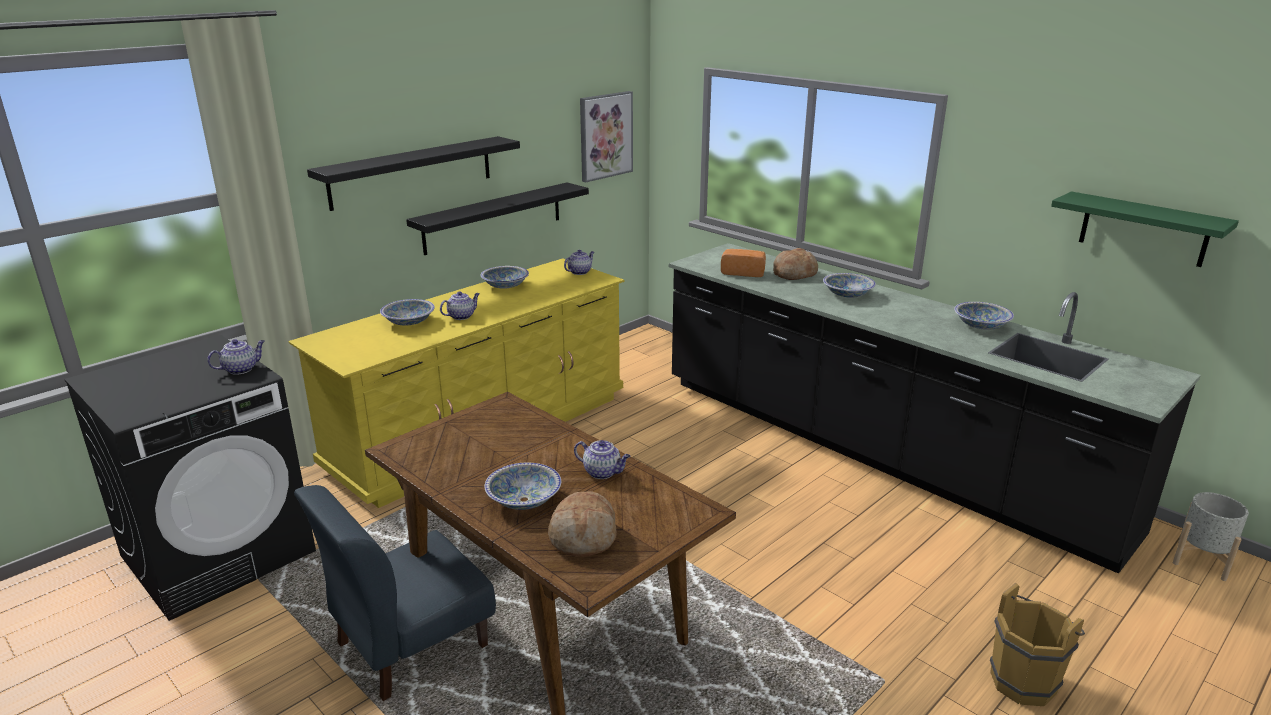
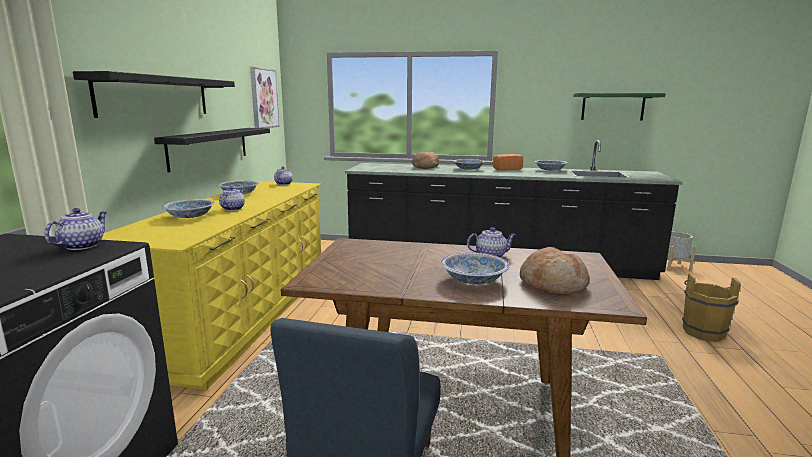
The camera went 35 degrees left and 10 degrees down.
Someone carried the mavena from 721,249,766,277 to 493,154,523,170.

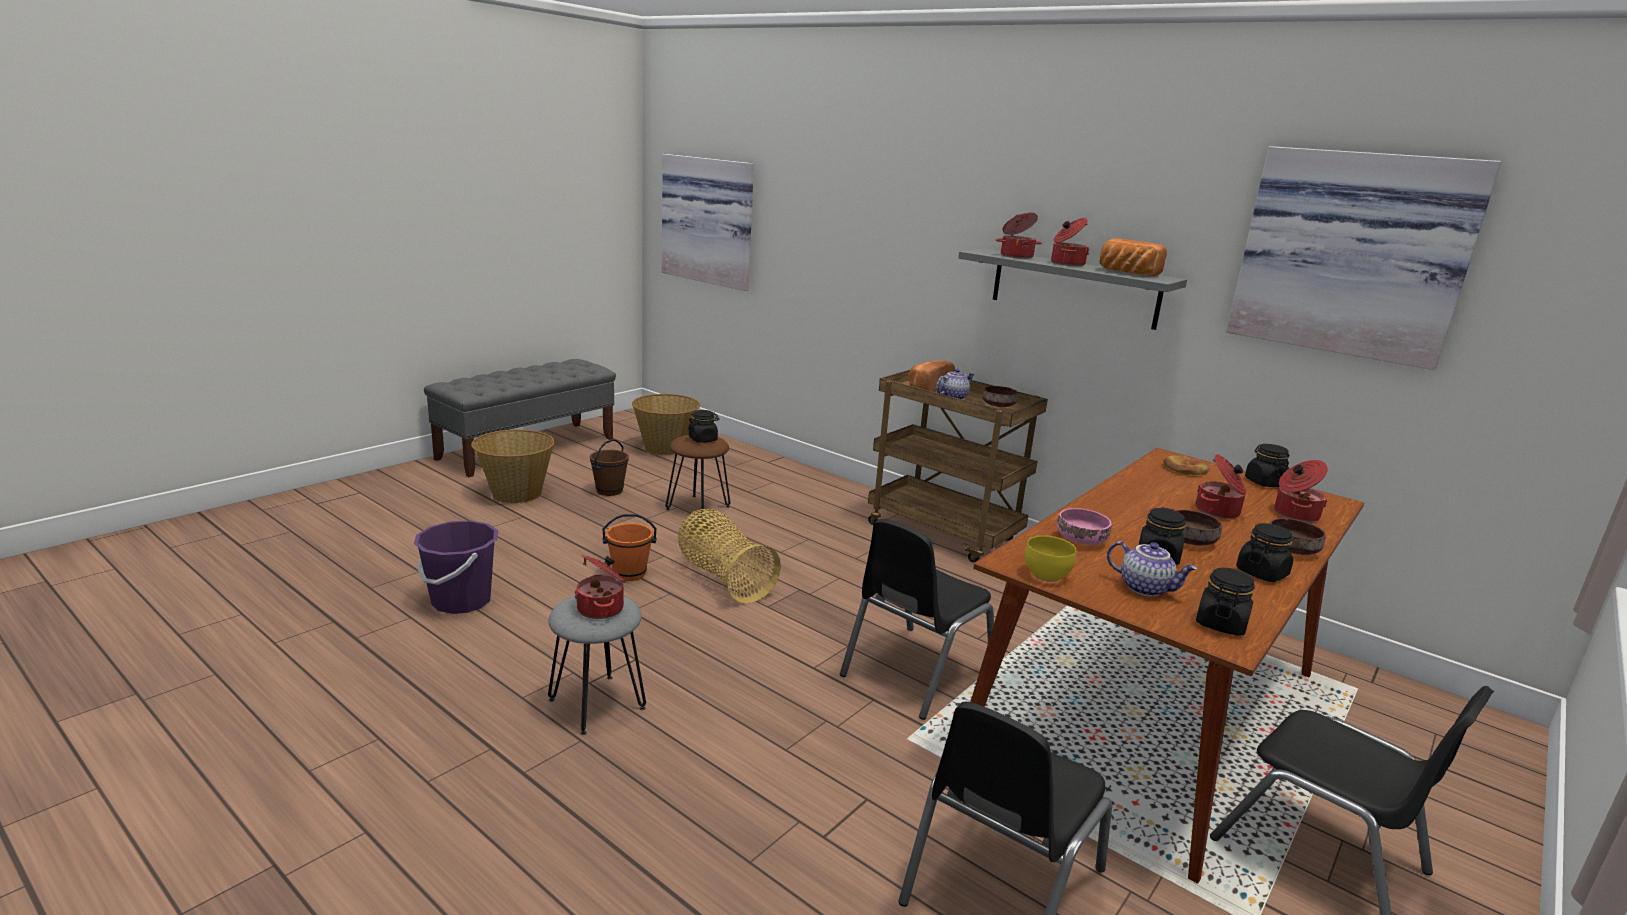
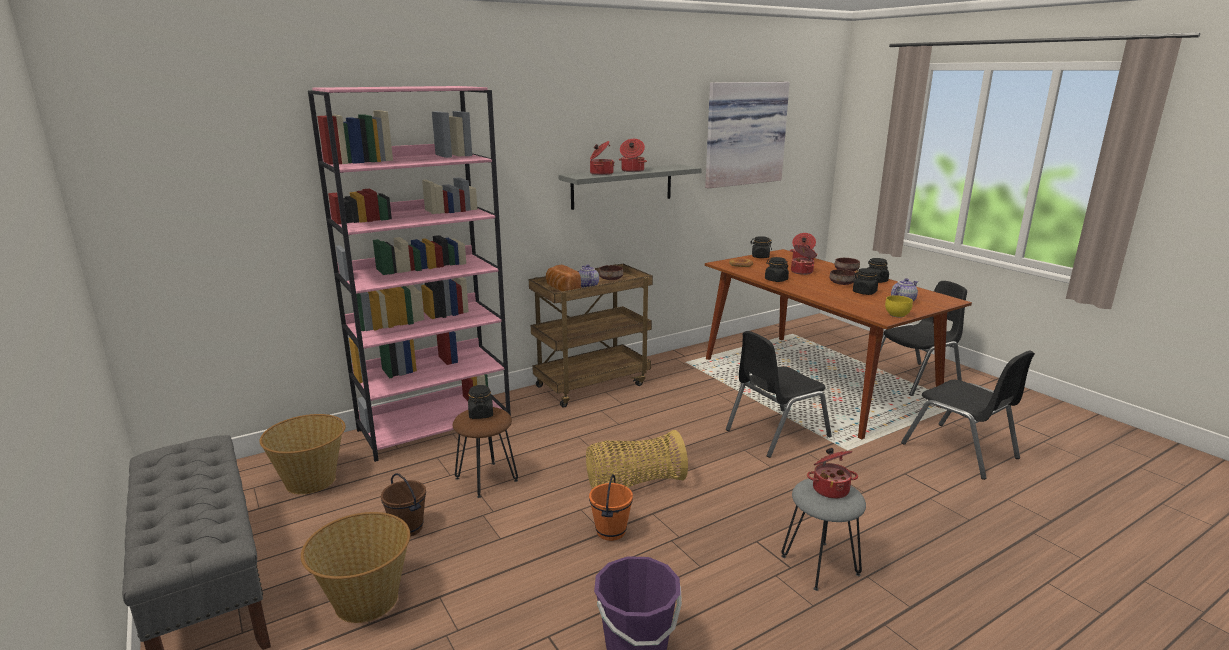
The camera went 70 degrees left and 0 degrees up.
Someone put down the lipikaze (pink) at 308,86,511,462.
Someone rotated the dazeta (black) at 840,519,994,720 by 90 degrees clockwise.
Someone carried the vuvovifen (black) from 1196,568,1255,636 to 765,257,789,282.
Someone took away the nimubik at 662,154,754,291.
Someone took away the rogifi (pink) at 1057,508,1112,545.
Someone took away the mavena at 1100,238,1167,276.

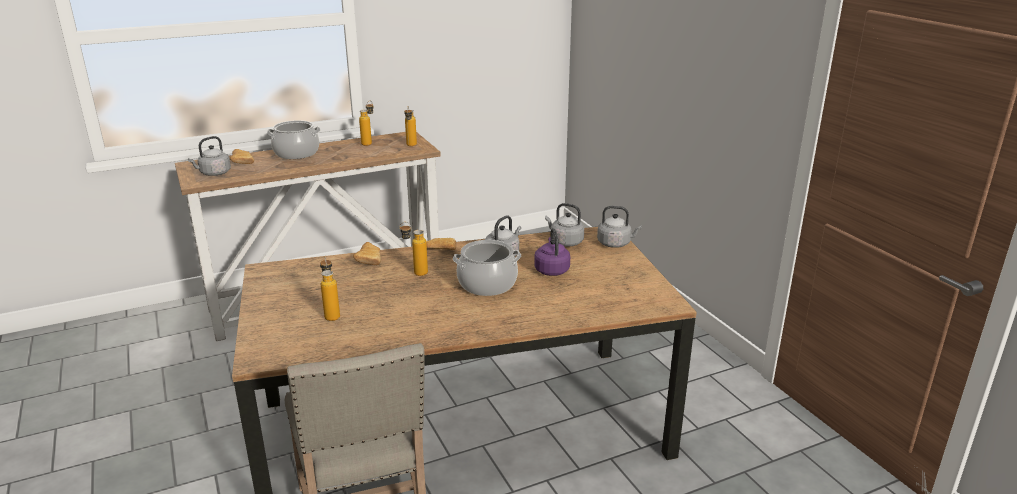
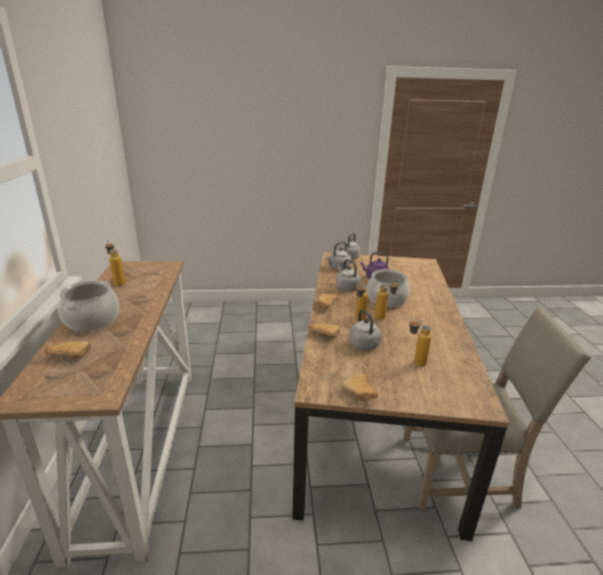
The camera went 70 degrees left and 0 degrees up.
Someone put down the mavena at 341,373,378,401.
Someone carried the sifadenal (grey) from 188,136,231,176 to 349,309,381,350.
Someone carried the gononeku from 404,106,417,146 to 375,281,399,320.

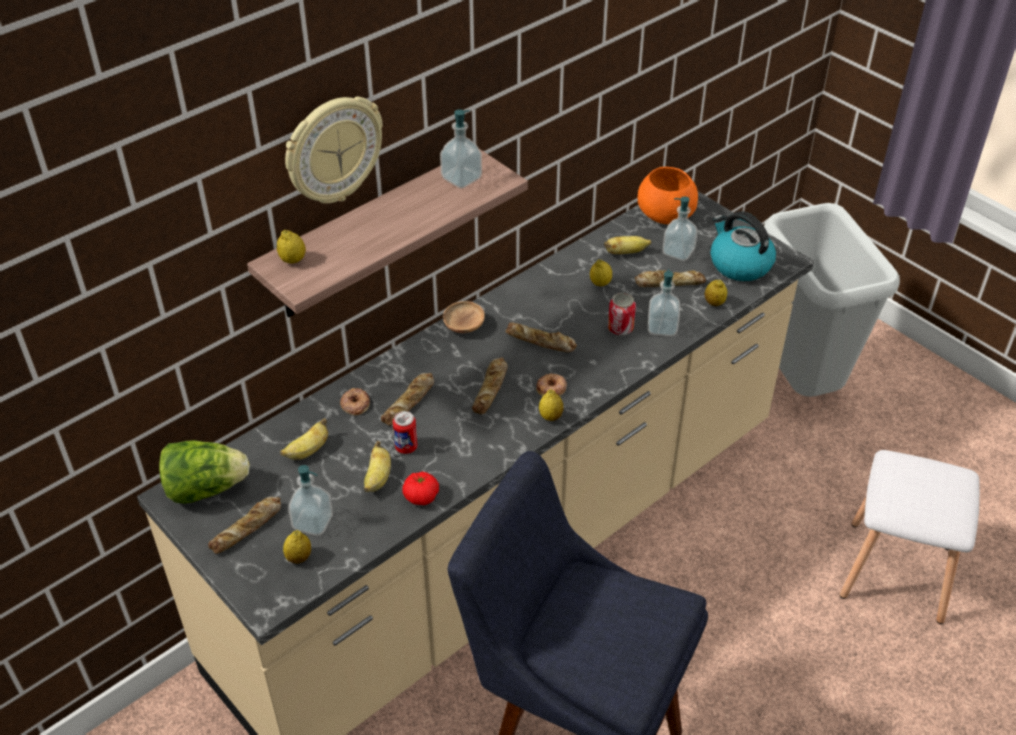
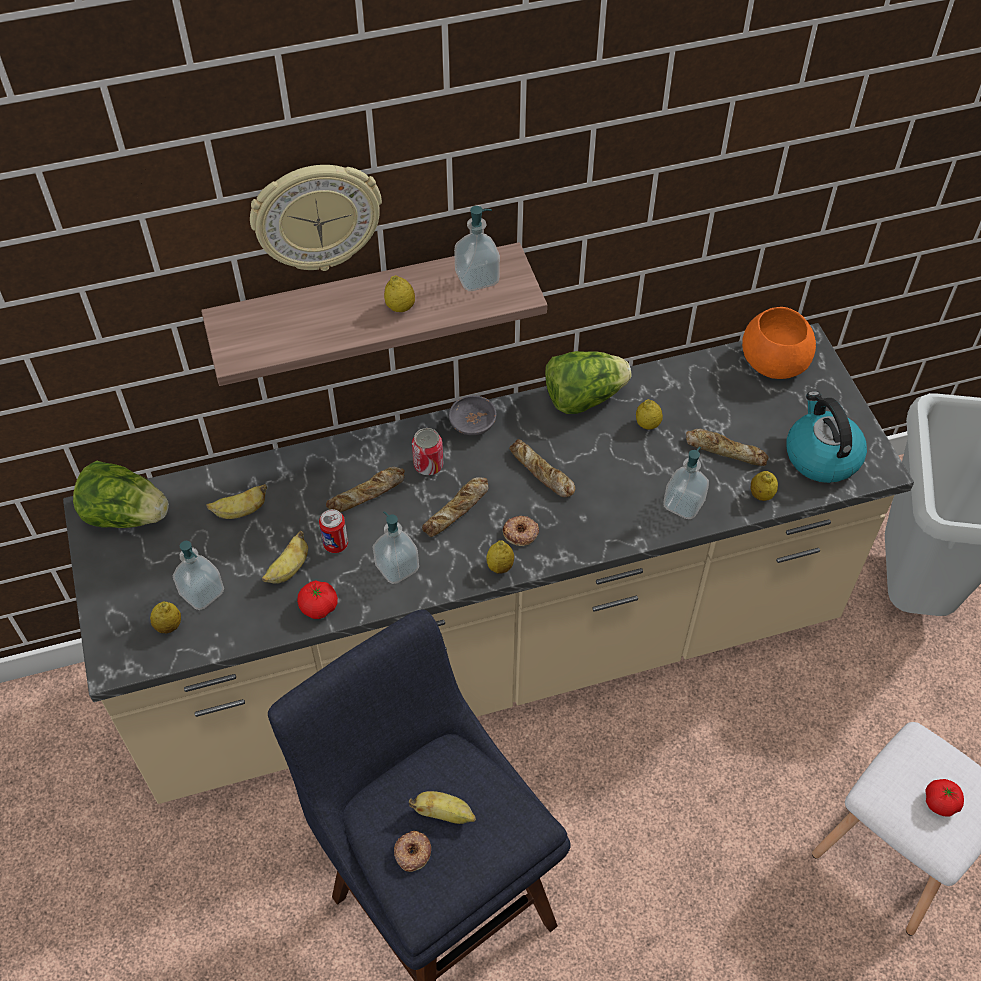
The camera went 25 degrees right and 10 degrees up.
Someone carried the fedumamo from 663,197,697,261 to 372,511,419,584.
Someone carried the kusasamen from 277,230,306,264 to 384,275,415,312.
Someone carried the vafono from 340,388,370,416 to 394,831,431,872.
Someone carried the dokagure from 604,236,651,254 to 409,791,476,824.
Someone carried the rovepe from 608,292,636,336 to 412,428,443,475.
Someone repainted the rogifi (brown) at 443,301,485,333, which became the rogifi (grey) at 449,396,496,435.
Someone put down the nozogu at 545,351,631,414.
Someone put down the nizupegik at 925,779,964,817.
Someone took away the mavena at 208,497,281,554.

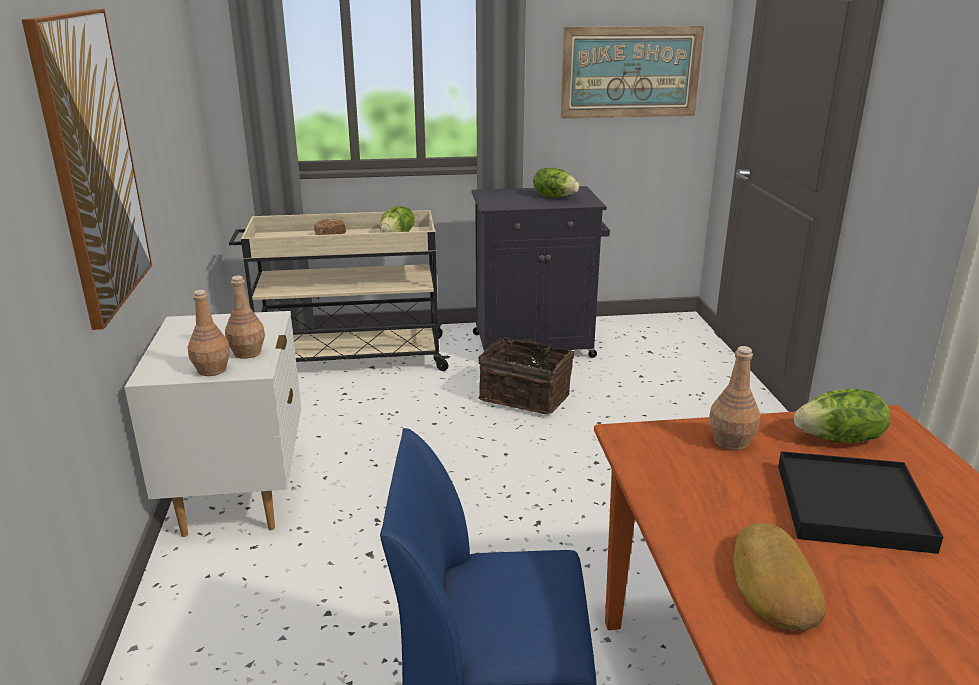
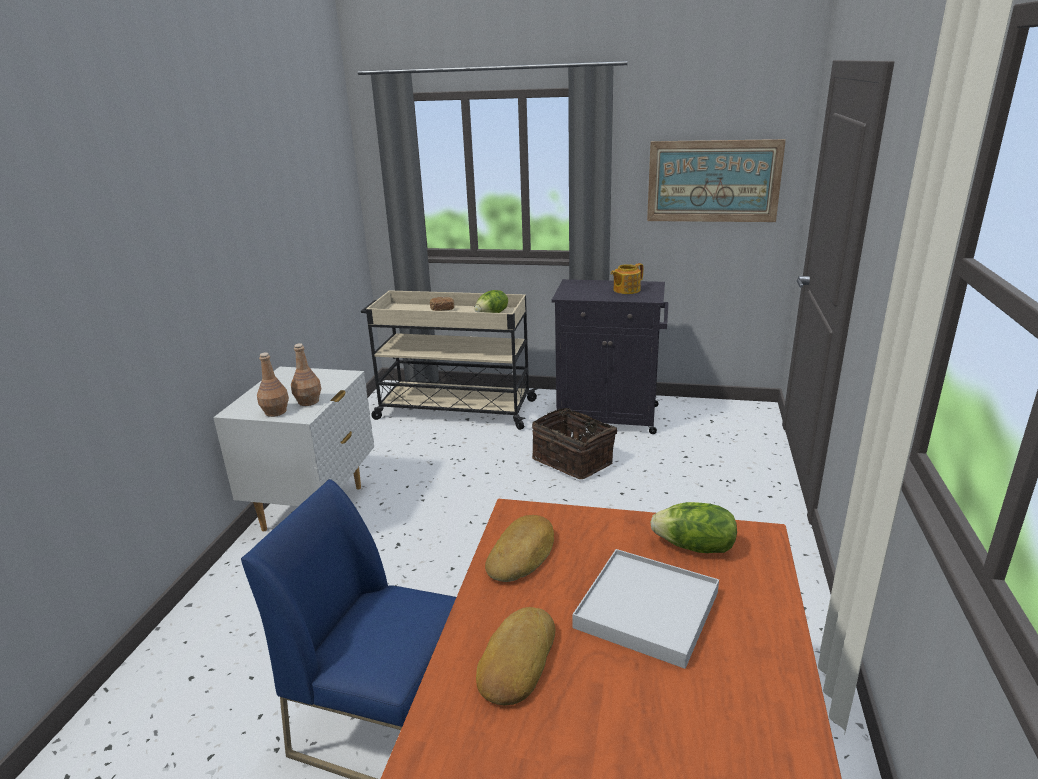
The camera went 20 degrees right and 0 degrees up.
Someone put down the mavena at 485,515,554,582.
Someone repainted the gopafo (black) at 778,451,943,554, which became the gopafo (white) at 573,549,719,669.
Someone swapped the nozogu at 533,168,579,198 for the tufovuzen at 611,263,643,294.
Someone took away the nimubik at 22,9,152,330.
Someone took away the gononeku (brown) at 709,346,760,450.

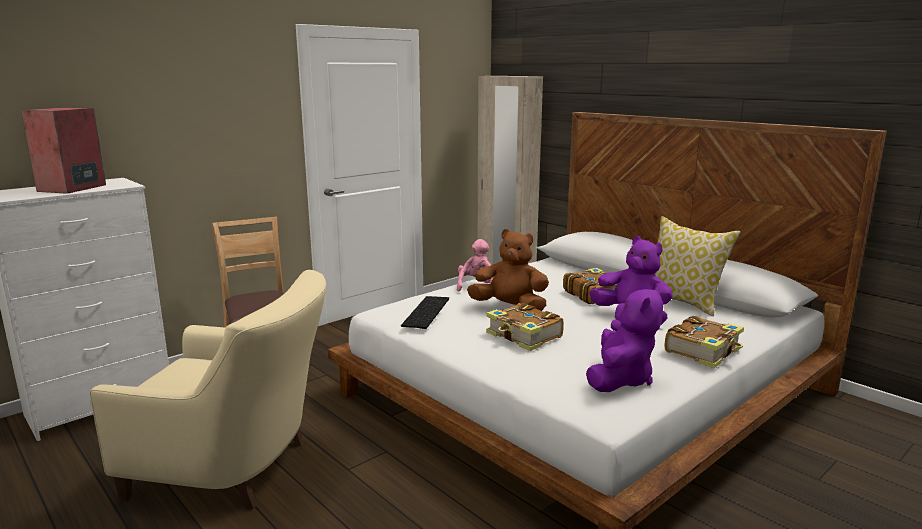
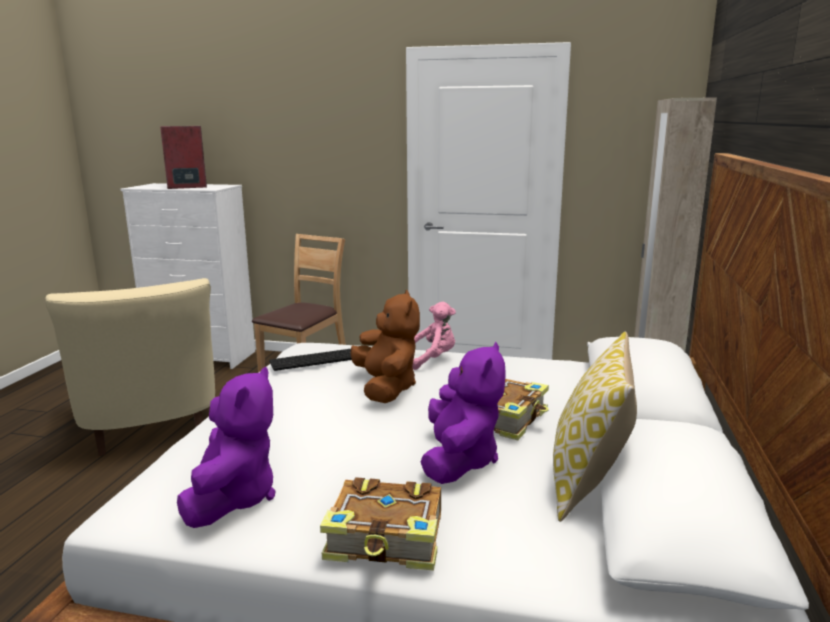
The camera went 55 degrees right and 0 degrees up.
Someone rotated the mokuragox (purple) at 586,286,663,392 by 75 degrees counterclockwise.
Someone took away the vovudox at 486,303,564,351.

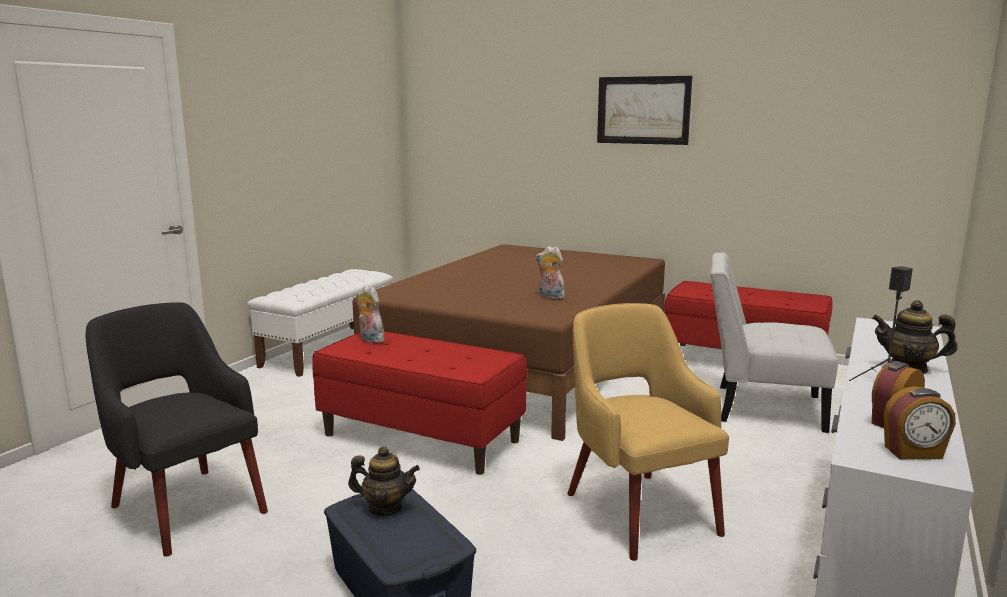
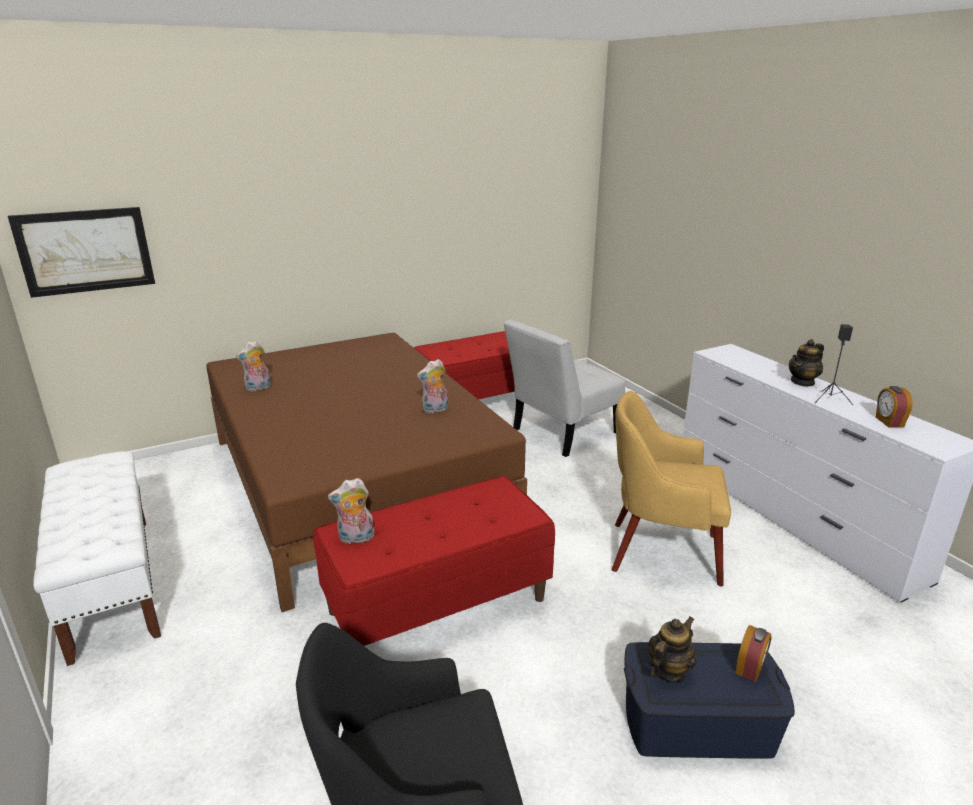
The camera went 55 degrees left and 10 degrees up.
Someone carried the nimubik from 597,76,692,145 to 8,207,155,298.
Someone put down the mokuragox at 236,340,271,392.
Someone carried the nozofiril from 883,386,956,459 to 735,625,772,682.

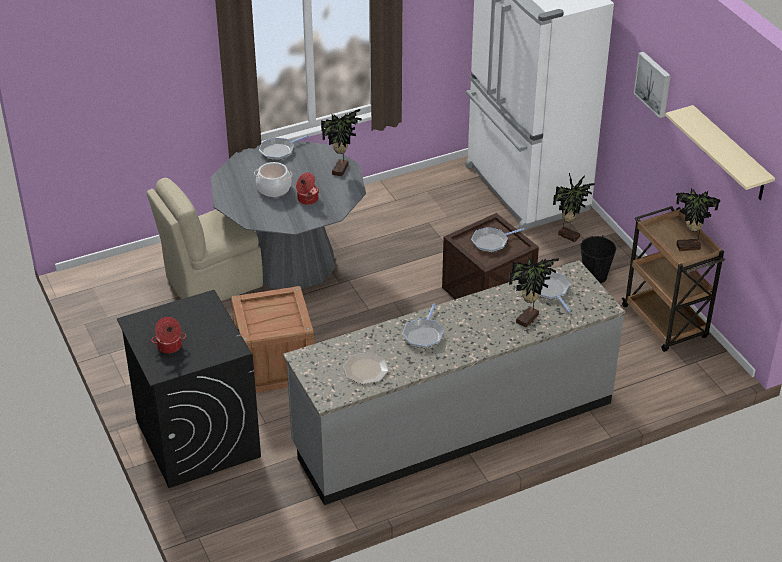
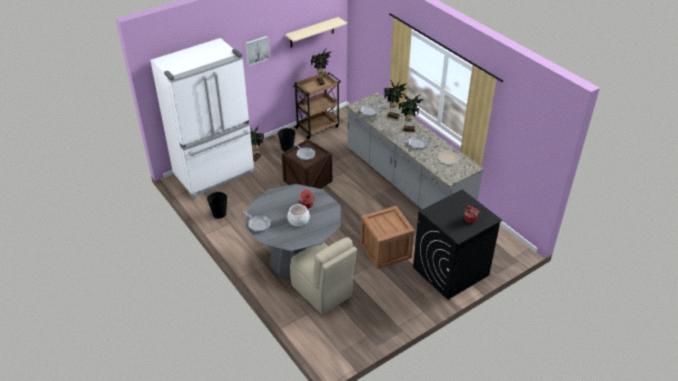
The camera went 100 degrees left and 0 degrees up.
Someone put down the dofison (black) at 207,192,227,219.
Someone carried the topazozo from 321,109,362,176 to 399,94,423,132.

